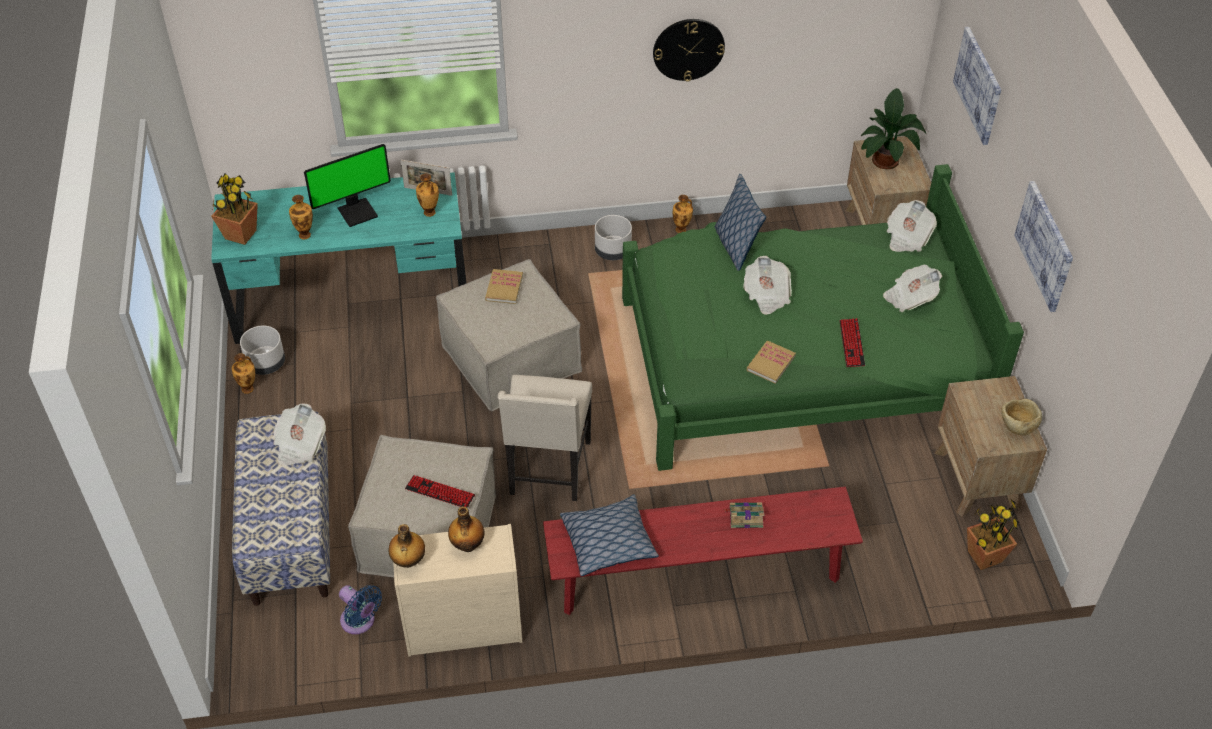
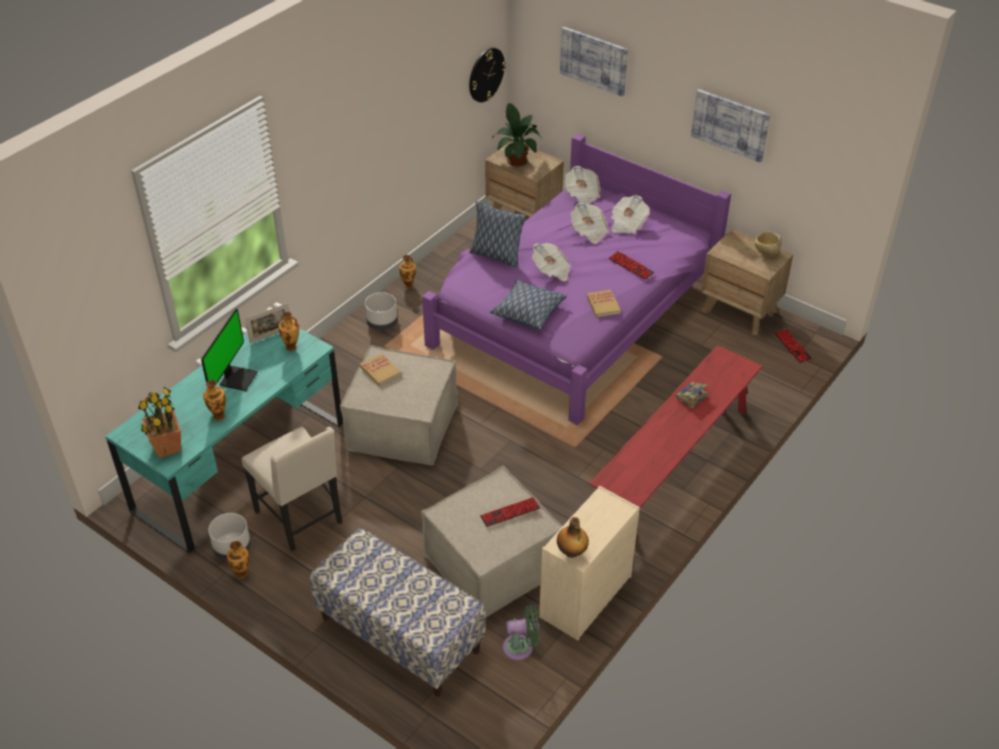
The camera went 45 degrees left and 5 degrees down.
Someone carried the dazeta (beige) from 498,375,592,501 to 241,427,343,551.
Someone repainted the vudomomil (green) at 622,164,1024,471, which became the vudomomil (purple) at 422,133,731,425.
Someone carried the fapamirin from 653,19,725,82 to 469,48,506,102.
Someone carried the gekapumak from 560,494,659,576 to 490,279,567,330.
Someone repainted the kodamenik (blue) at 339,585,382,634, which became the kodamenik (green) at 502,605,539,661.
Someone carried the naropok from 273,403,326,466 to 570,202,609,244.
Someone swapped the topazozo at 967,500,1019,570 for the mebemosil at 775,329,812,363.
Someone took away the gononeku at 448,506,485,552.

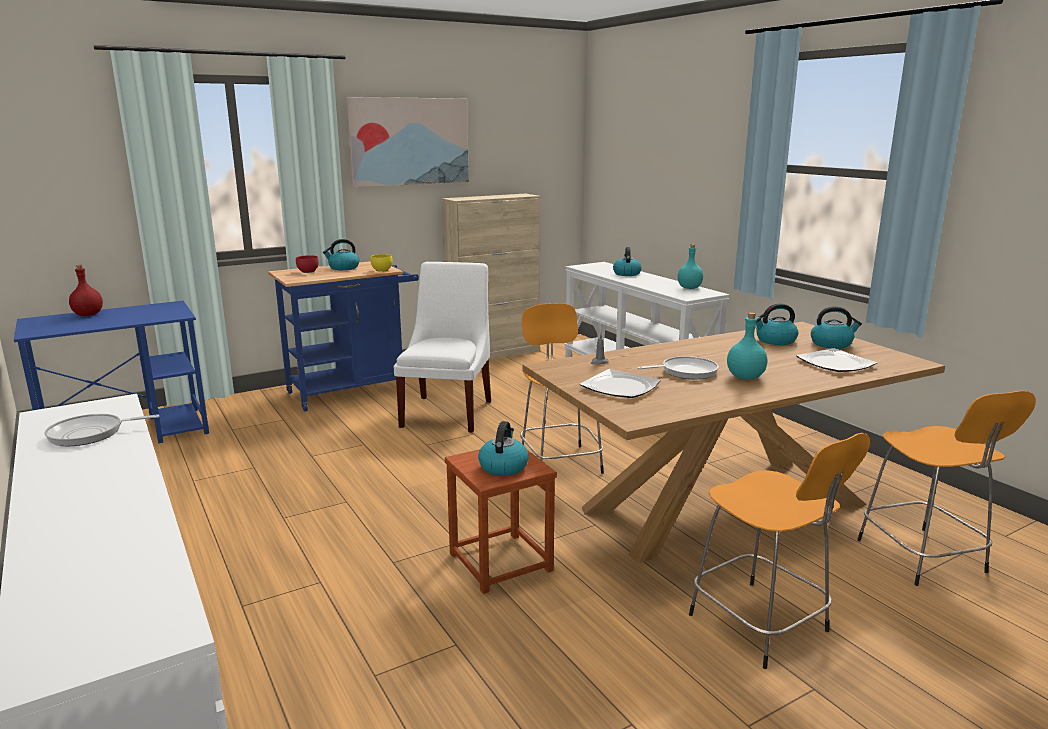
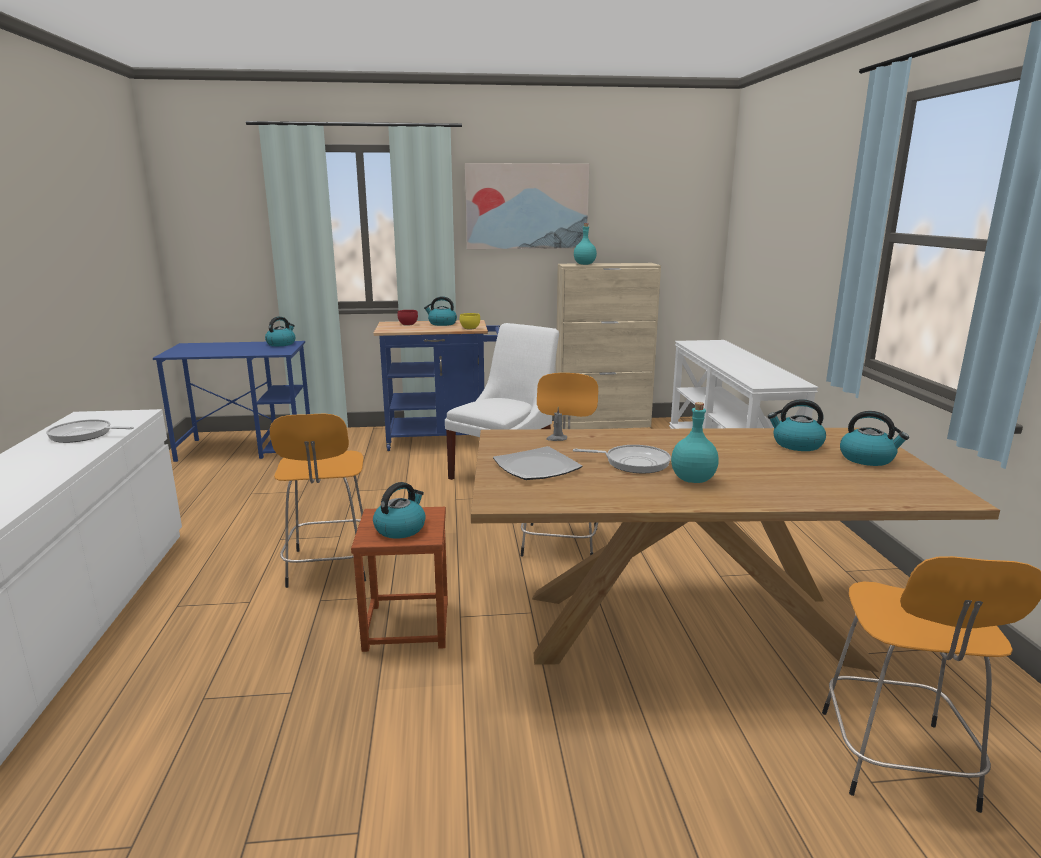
The camera went 25 degrees right and 0 degrees up.
Someone carried the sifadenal from 613,247,642,276 to 265,317,295,346.
Someone carried the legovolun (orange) from 689,433,870,669 to 270,414,366,588.
Someone carried the gononeku (turquoise) from 678,244,703,289 to 574,223,597,265.
Someone took away the gononeku (red) at 69,265,103,316.
Someone took away the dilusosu at 796,348,878,372.

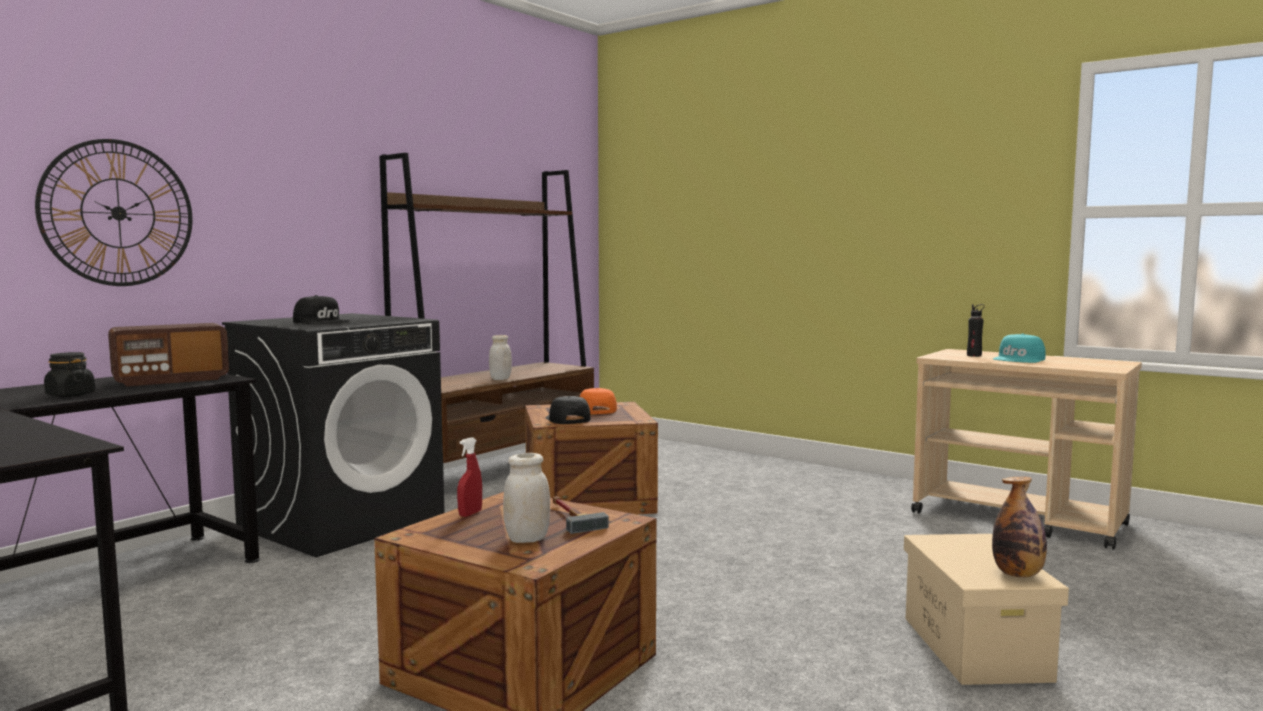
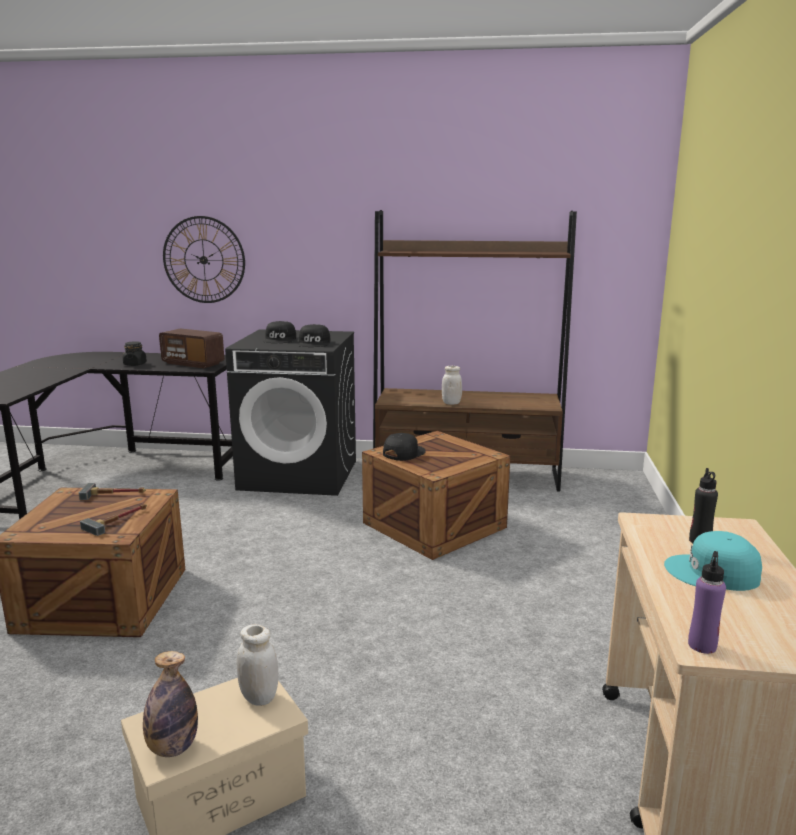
The camera went 60 degrees right and 10 degrees up.
Someone swapped the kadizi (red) at 457,437,482,517 for the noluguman at 79,483,146,500.
Someone carried the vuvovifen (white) from 503,453,550,543 to 237,624,278,706.
Someone put down the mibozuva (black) at 298,324,330,347.
Someone put down the gononeku (purple) at 688,551,726,654.
Someone took away the mibozuva (orange) at 580,388,617,414.

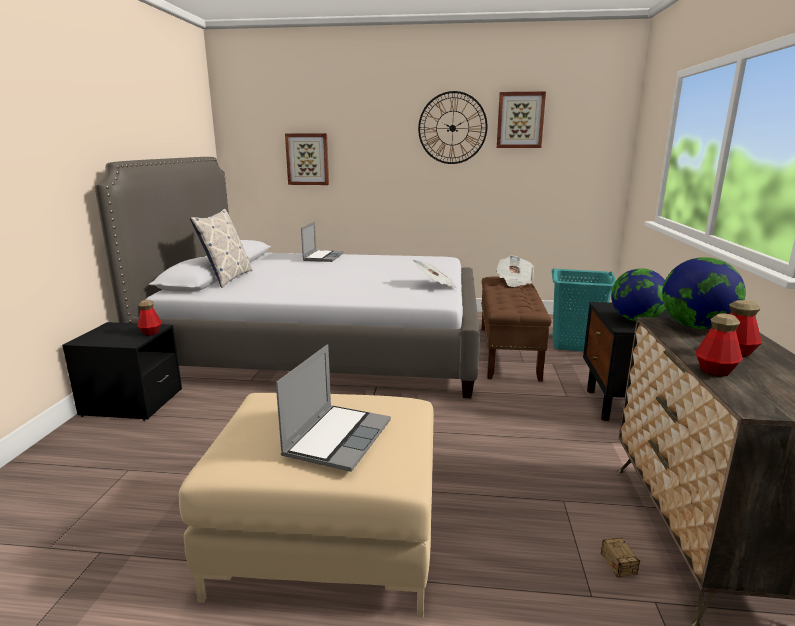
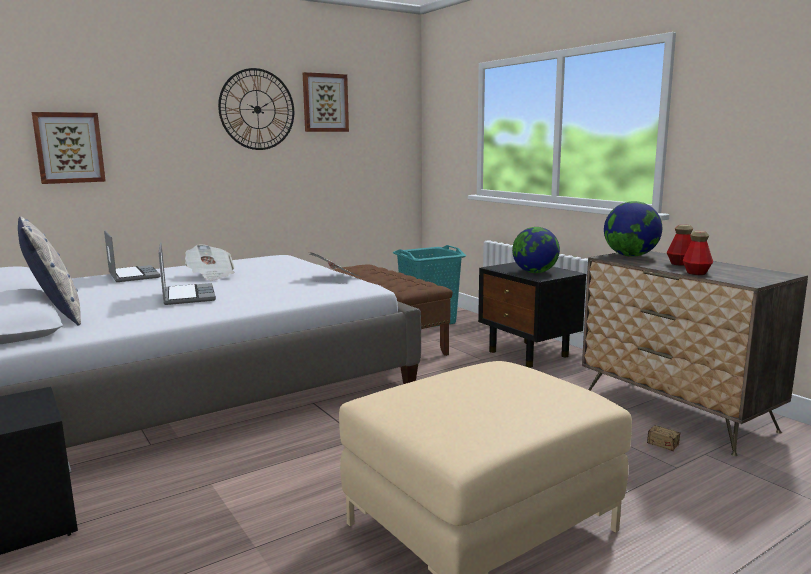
The camera went 40 degrees left and 5 degrees down.
Someone carried the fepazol from 276,344,391,472 to 159,242,216,305.
Someone carried the naropok from 496,256,534,287 to 185,244,235,281.
Someone took away the gononeku at 137,300,162,336.

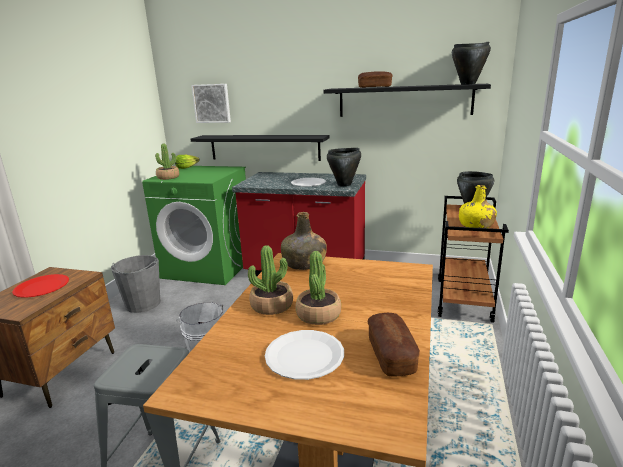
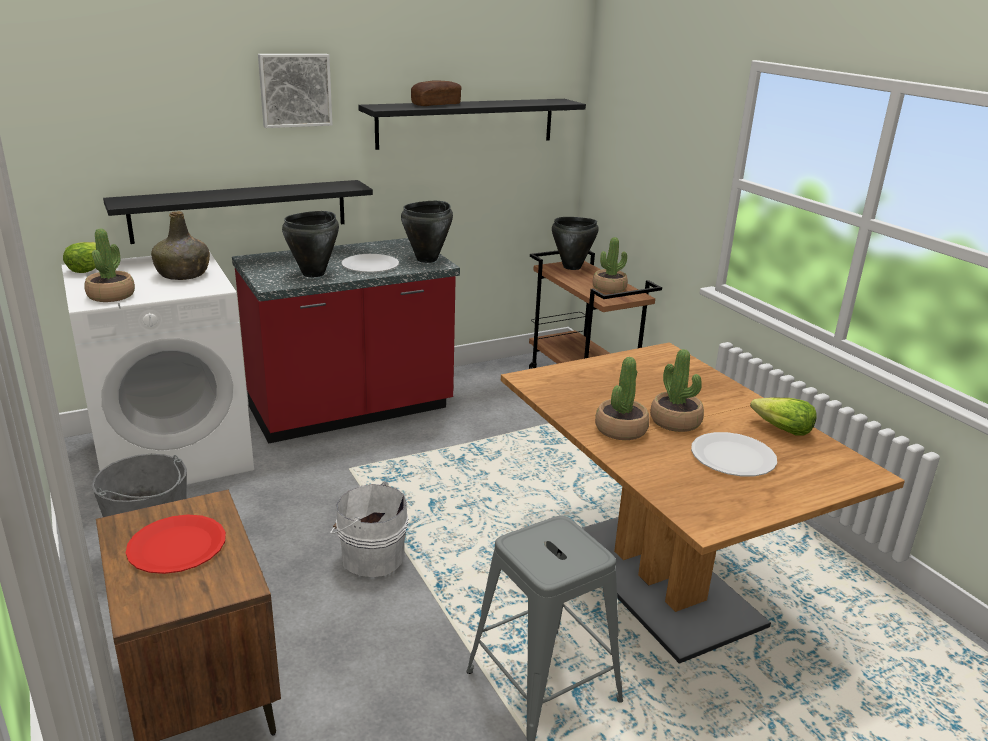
The camera went 45 degrees left and 5 degrees up.
Someone repainted the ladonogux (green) at 142,166,246,285, which became the ladonogux (white) at 62,251,254,485.
Someone carried the gononeku (green) from 281,212,327,270 to 151,211,210,280.
Someone carried the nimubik from 191,84,231,123 to 258,54,332,128.
Someone carried the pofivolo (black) from 452,42,491,85 to 282,211,339,277.
Someone swapped the gononeku (yellow) at 459,185,497,228 for the topazozo at 593,237,628,293.
Someone swapped the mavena at 368,313,420,376 for the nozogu at 750,397,817,436.

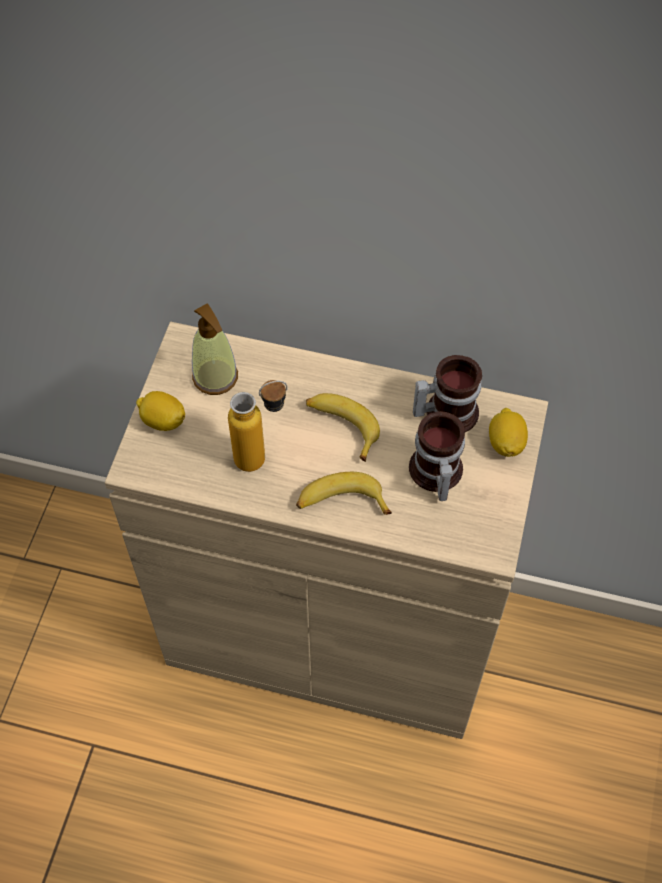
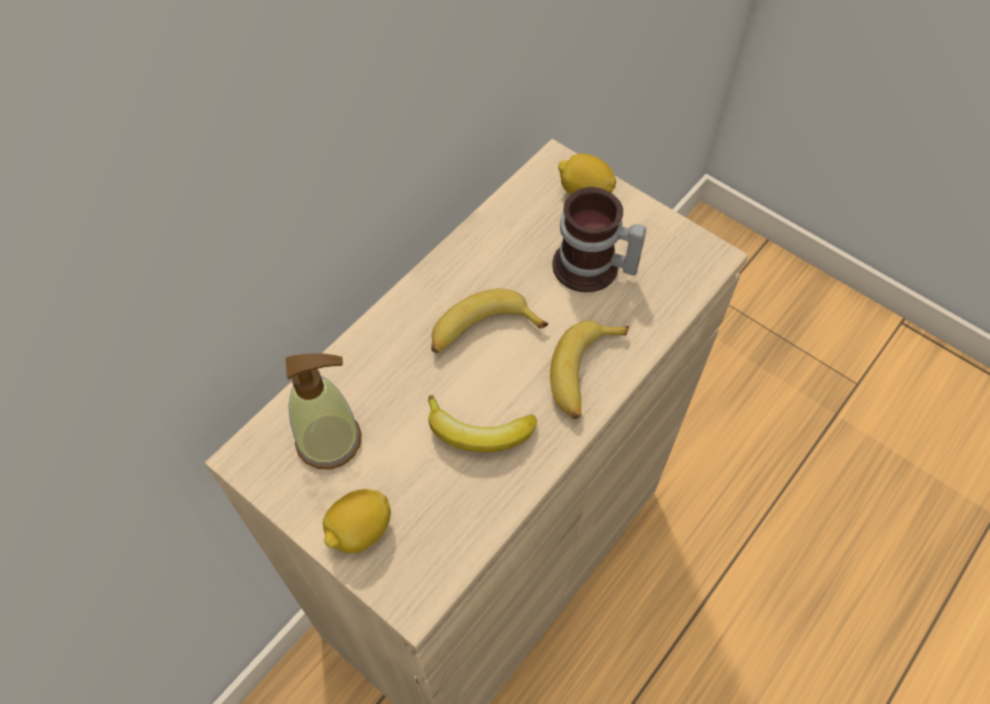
The camera went 65 degrees left and 0 degrees up.
Someone swapped the gononeku at 228,380,288,472 for the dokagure at 428,395,537,452.
Someone took away the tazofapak at 413,355,482,432.

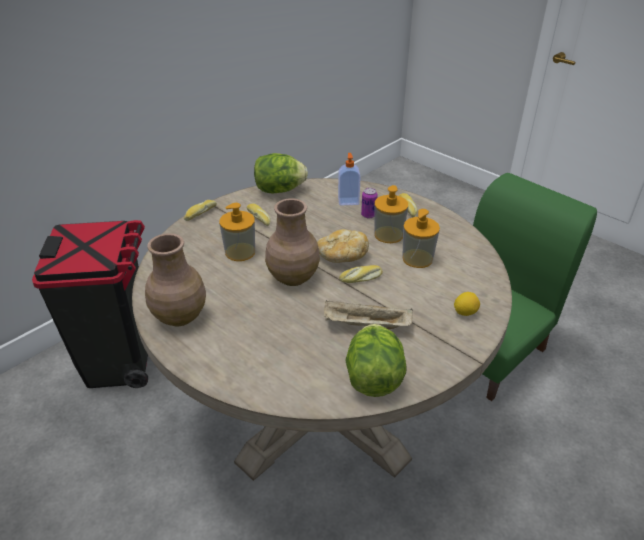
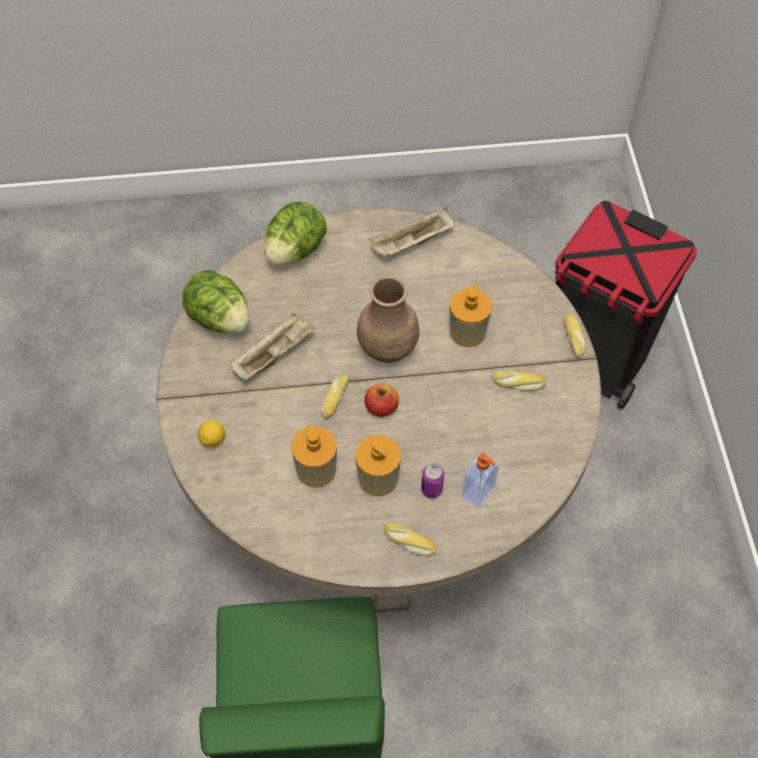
The camera went 130 degrees right and 20 degrees up.
Someone carried the nozogu from 254,153,308,193 to 264,202,327,266.
Someone swapped the mavena at 317,229,369,263 for the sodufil at 364,383,399,417.
Someone swapped the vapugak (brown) at 145,233,206,326 for the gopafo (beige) at 369,208,455,258.

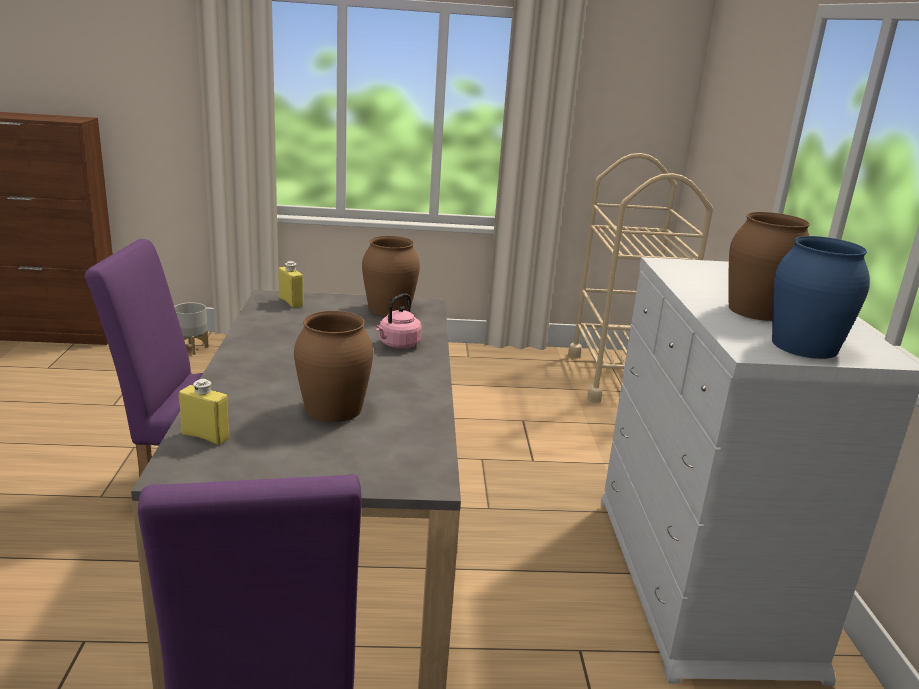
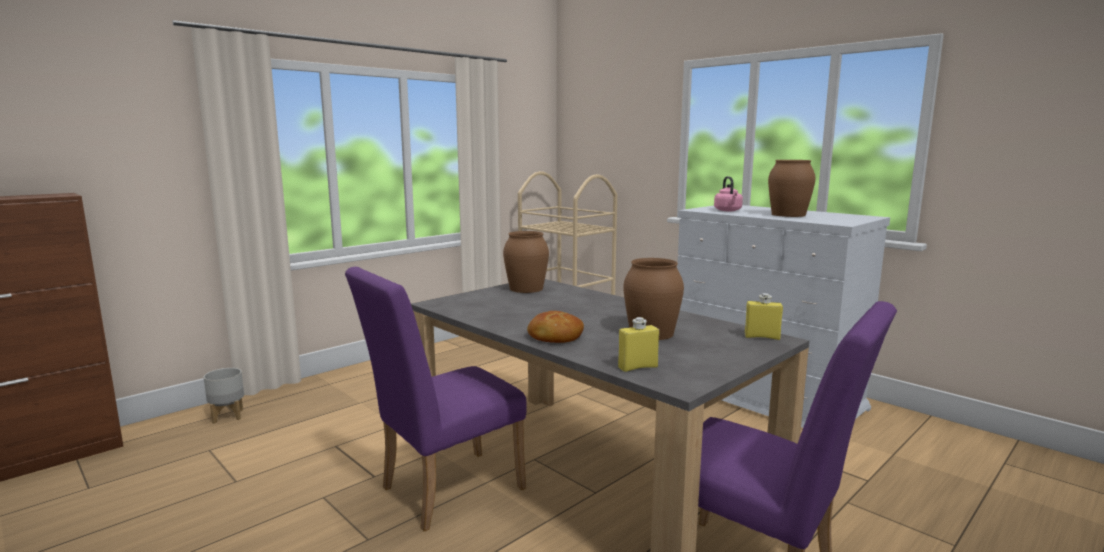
The camera went 40 degrees left and 10 degrees down.
Someone put down the mavena at 527,311,584,343.
Someone carried the sifadenal (pink) from 375,293,422,348 to 714,176,743,211.
Someone carried the gononeku (yellow) from 279,261,304,308 to 745,293,783,340.
Someone took away the vapugak (blue) at 772,236,870,359.

